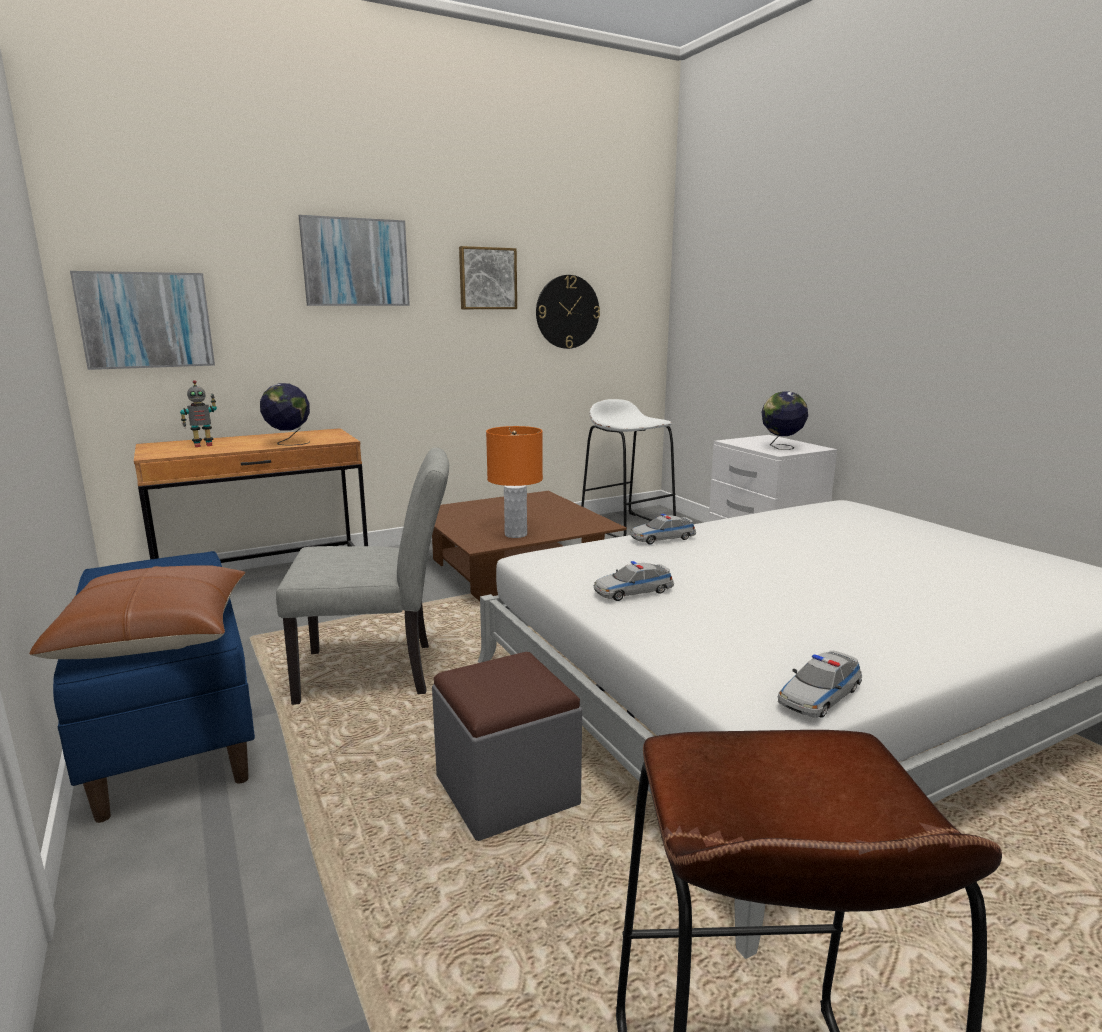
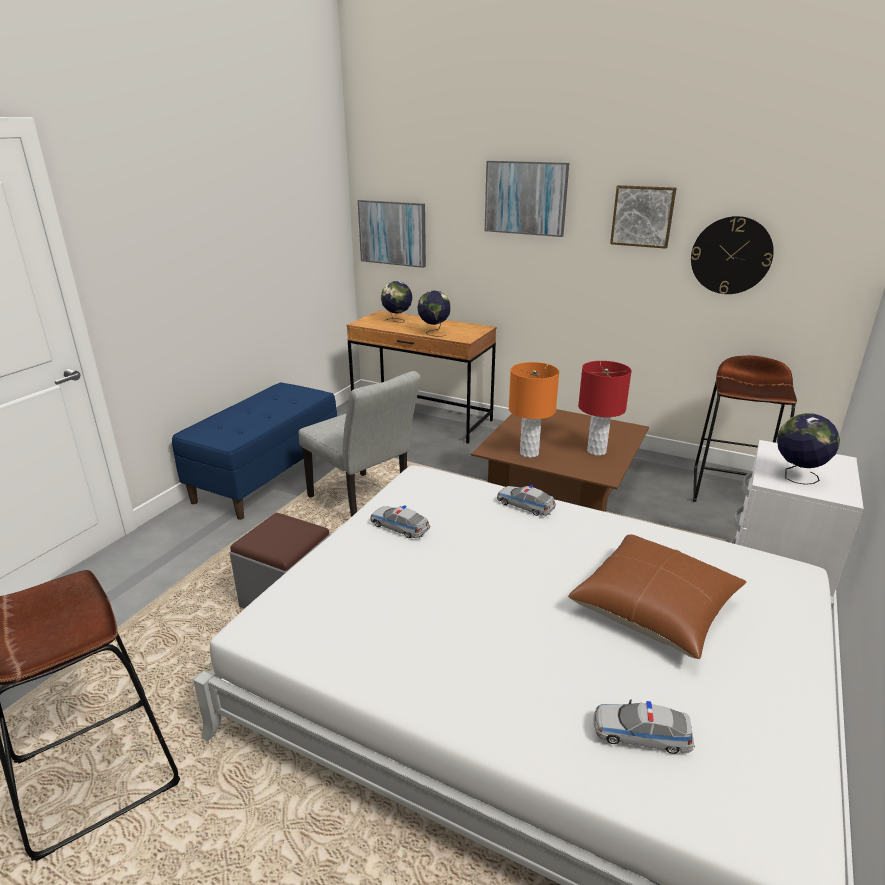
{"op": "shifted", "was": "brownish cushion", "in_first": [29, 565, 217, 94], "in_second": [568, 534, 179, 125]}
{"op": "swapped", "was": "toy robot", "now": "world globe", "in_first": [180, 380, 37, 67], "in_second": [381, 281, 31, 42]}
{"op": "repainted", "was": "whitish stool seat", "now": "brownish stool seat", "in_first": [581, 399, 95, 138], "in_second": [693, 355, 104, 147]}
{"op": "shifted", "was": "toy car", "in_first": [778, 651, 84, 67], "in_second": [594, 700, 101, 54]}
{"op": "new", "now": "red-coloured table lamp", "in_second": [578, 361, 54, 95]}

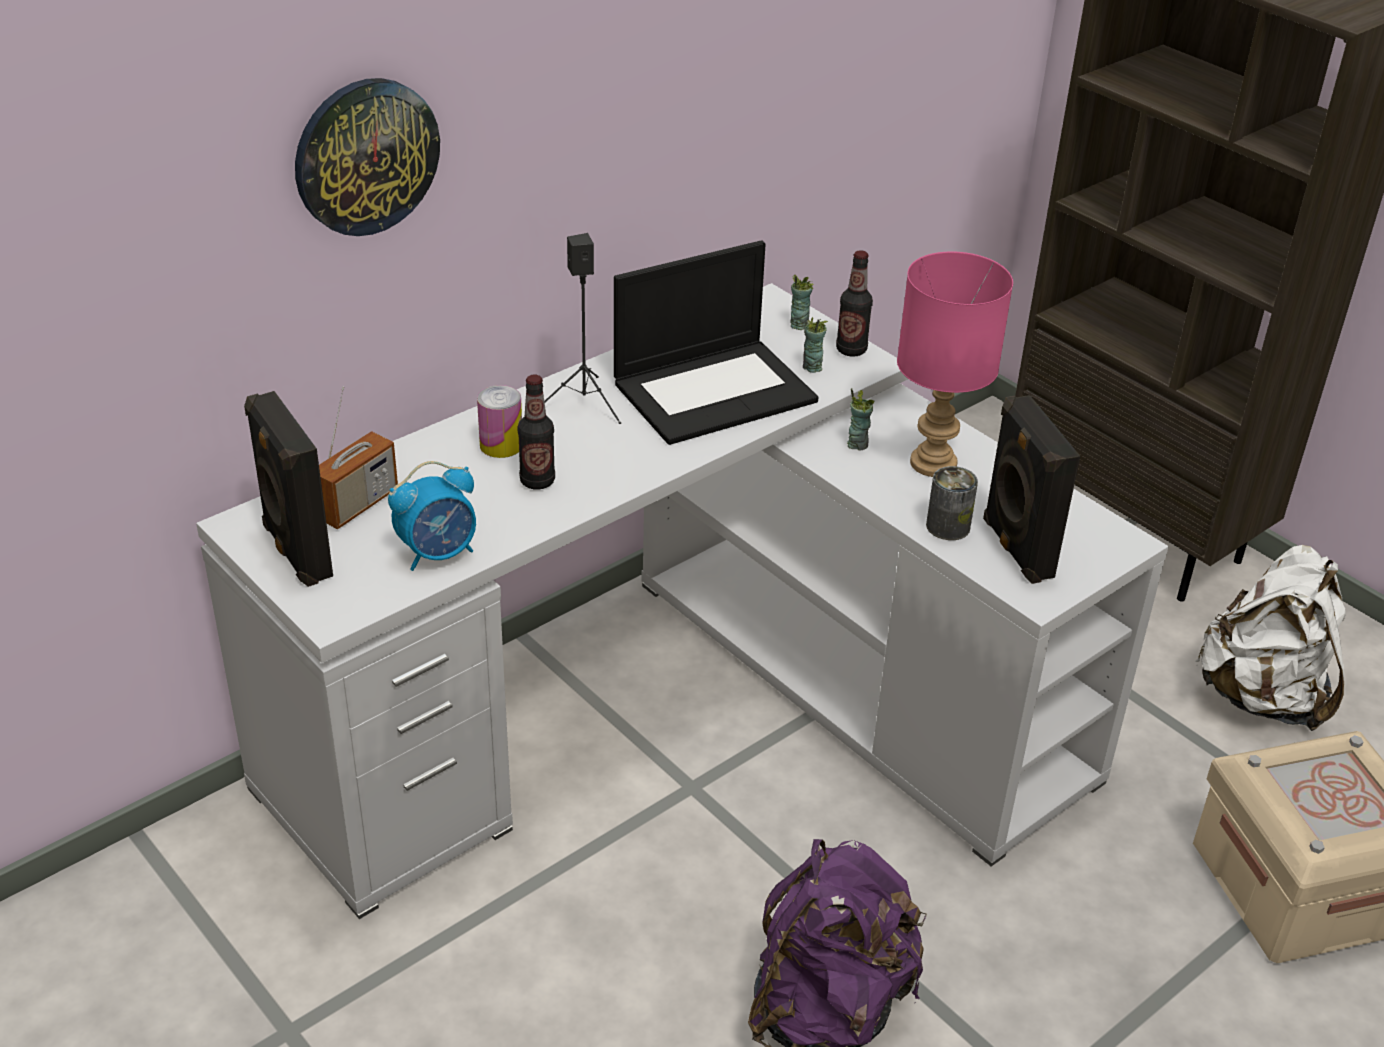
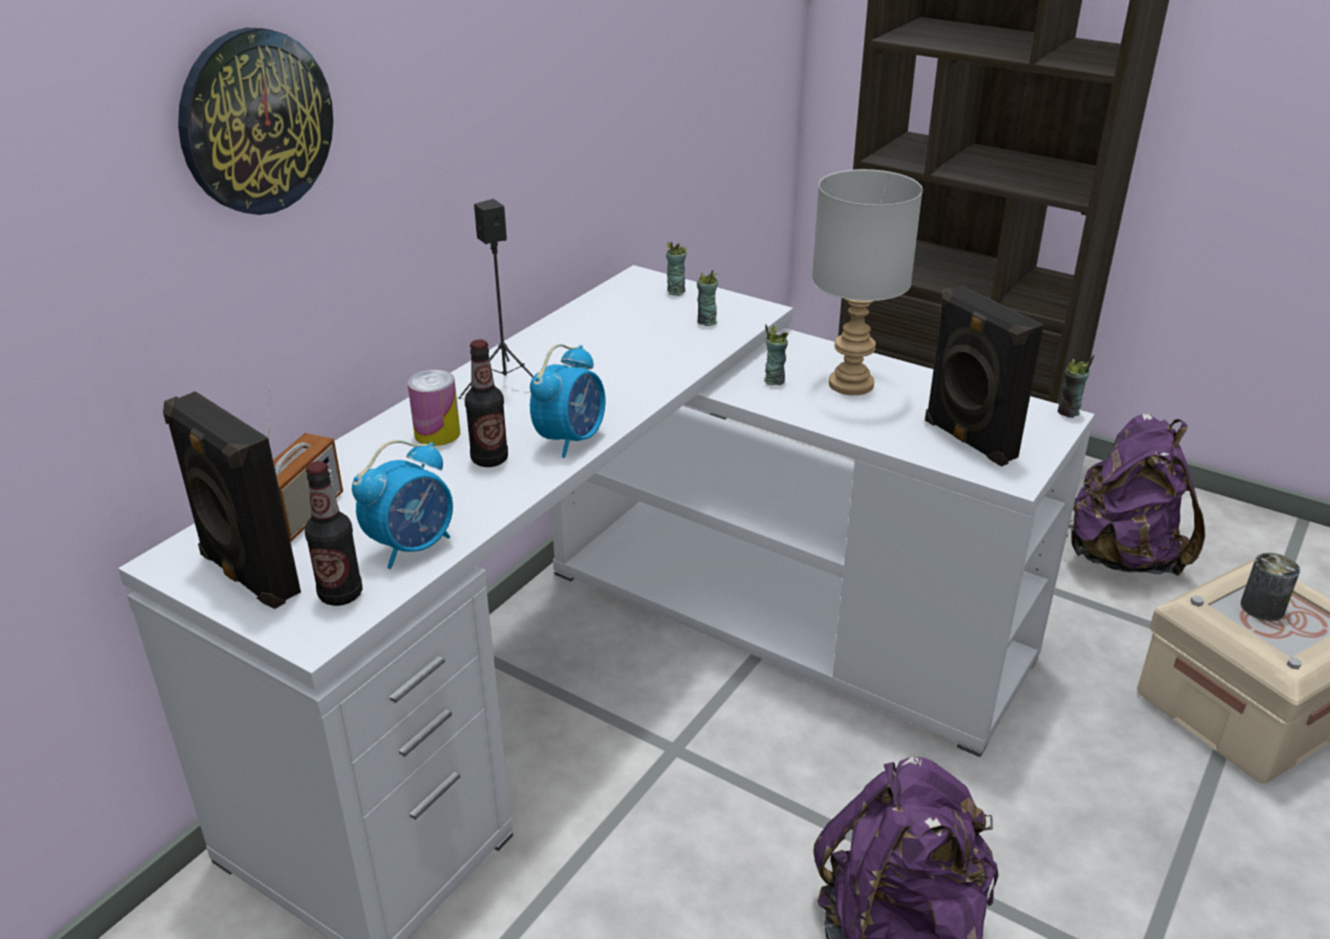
{"op": "gone", "was": "notebook computer", "in_first": [614, 241, 204, 204]}
{"op": "shifted", "was": "beverage bottle", "in_first": [836, 250, 37, 107], "in_second": [305, 461, 58, 145]}
{"op": "repainted", "was": "pink-coloured table lamp", "now": "greyish table lamp", "in_first": [897, 251, 116, 226], "in_second": [812, 169, 111, 226]}
{"op": "shifted", "was": "can", "in_first": [926, 466, 52, 74], "in_second": [1241, 553, 59, 68]}
{"op": "repainted", "was": "whitish knapsack", "now": "purple knapsack", "in_first": [1195, 545, 151, 186], "in_second": [1069, 414, 136, 162]}
{"op": "new", "now": "bedside clock", "in_second": [530, 344, 75, 114]}
{"op": "new", "now": "small cup", "in_second": [1058, 355, 36, 63]}

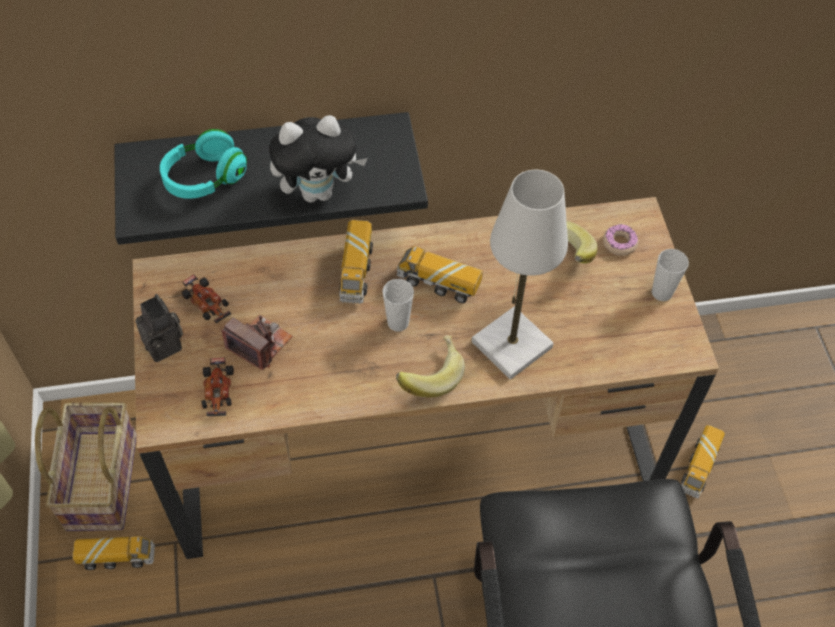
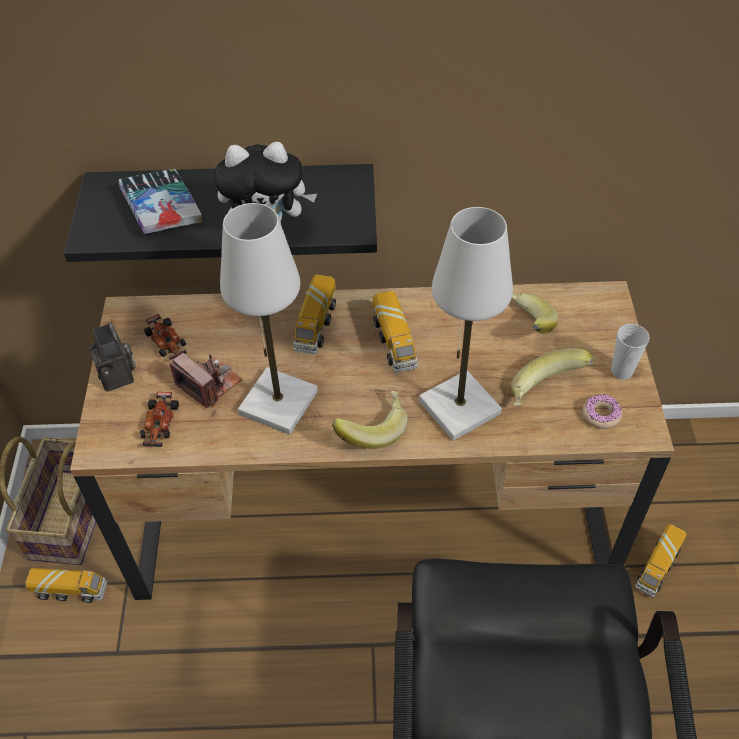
{"op": "swapped", "was": "turquoise headset", "now": "bound book", "in_first": [160, 129, 87, 70], "in_second": [119, 169, 83, 65]}
{"op": "gone", "was": "small cup", "in_first": [382, 279, 32, 53]}
{"op": "rotated", "was": "model truck", "in_first": [397, 246, 86, 57], "in_second": [373, 291, 45, 82], "clockwise": -135}
{"op": "shifted", "was": "donut", "in_first": [603, 224, 36, 32], "in_second": [583, 394, 39, 35]}
{"op": "new", "now": "whitish table lamp", "in_second": [220, 203, 98, 232]}
{"op": "new", "now": "whole banana", "in_second": [511, 348, 83, 59]}

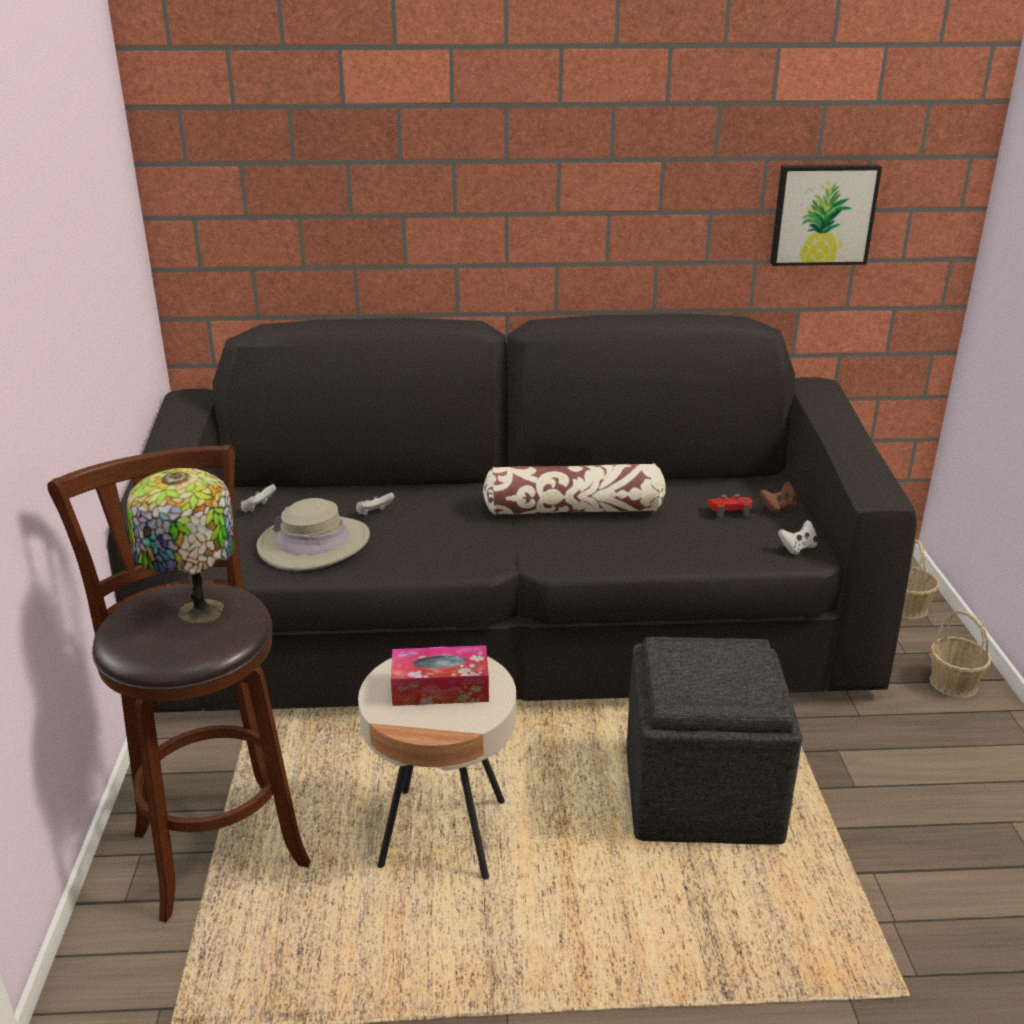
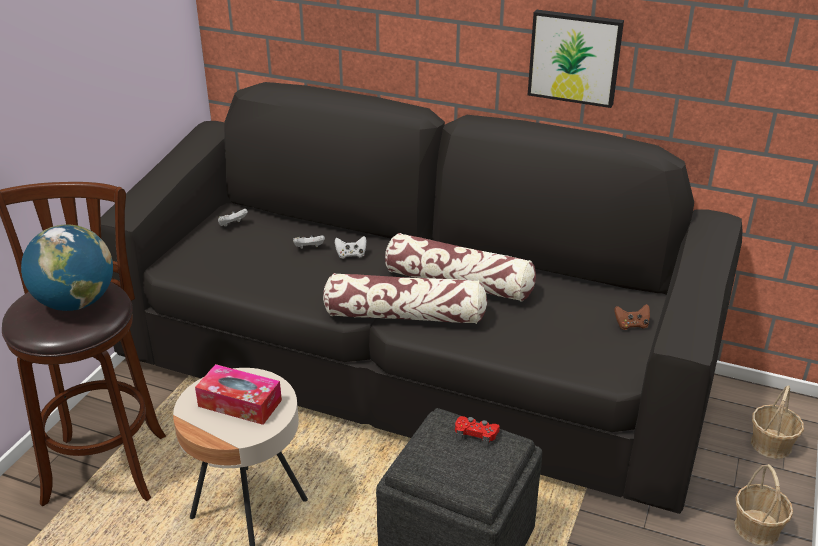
{"op": "swapped", "was": "table lamp", "now": "world globe", "in_first": [127, 468, 107, 155], "in_second": [21, 224, 92, 87]}
{"op": "gone", "was": "beige hat", "in_first": [256, 498, 114, 73]}
{"op": "shifted", "was": "red-coloured game controller", "in_first": [707, 494, 45, 23], "in_second": [455, 416, 45, 31]}
{"op": "shifted", "was": "picture", "in_first": [770, 165, 112, 101], "in_second": [528, 10, 96, 98]}
{"op": "shifted", "was": "whitish game controller", "in_first": [778, 520, 40, 34], "in_second": [335, 236, 31, 23]}
{"op": "new", "now": "cushion", "in_second": [323, 273, 164, 51]}

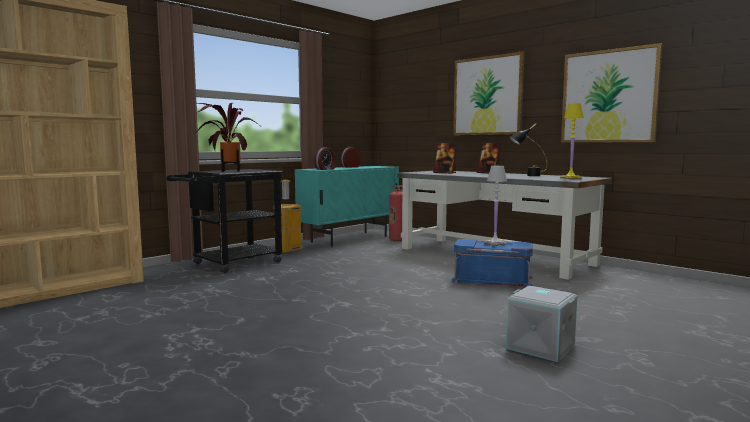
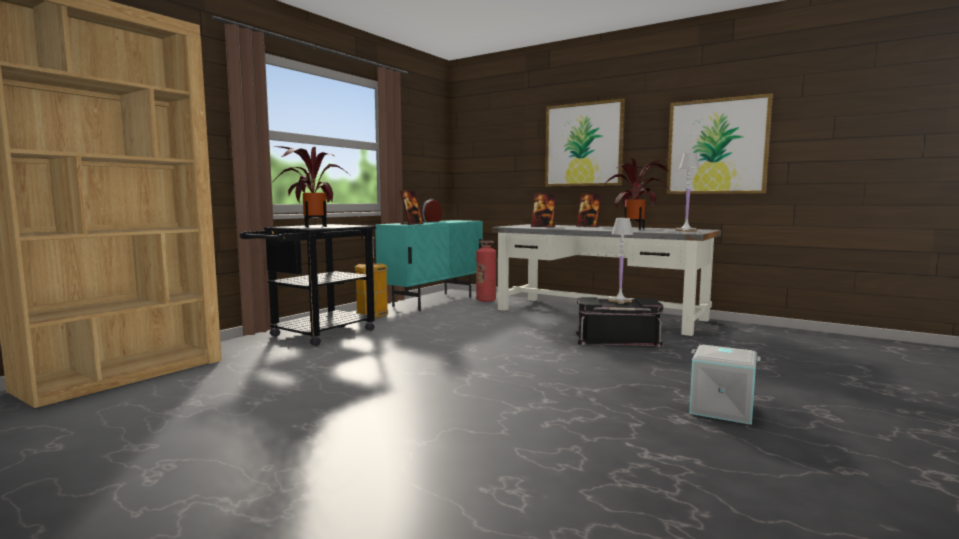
{"op": "swapped", "was": "bedside clock", "now": "standing frame", "in_first": [314, 147, 21, 23], "in_second": [400, 190, 24, 35]}
{"op": "repainted", "was": "blue storage box", "now": "black-coloured storage box", "in_first": [451, 239, 82, 49], "in_second": [574, 297, 90, 50]}
{"op": "swapped", "was": "black-coloured table lamp", "now": "potted plant", "in_first": [509, 123, 38, 53], "in_second": [605, 158, 65, 71]}
{"op": "repainted", "was": "yellow table lamp", "now": "whitish table lamp", "in_first": [560, 103, 24, 76], "in_second": [675, 153, 25, 79]}

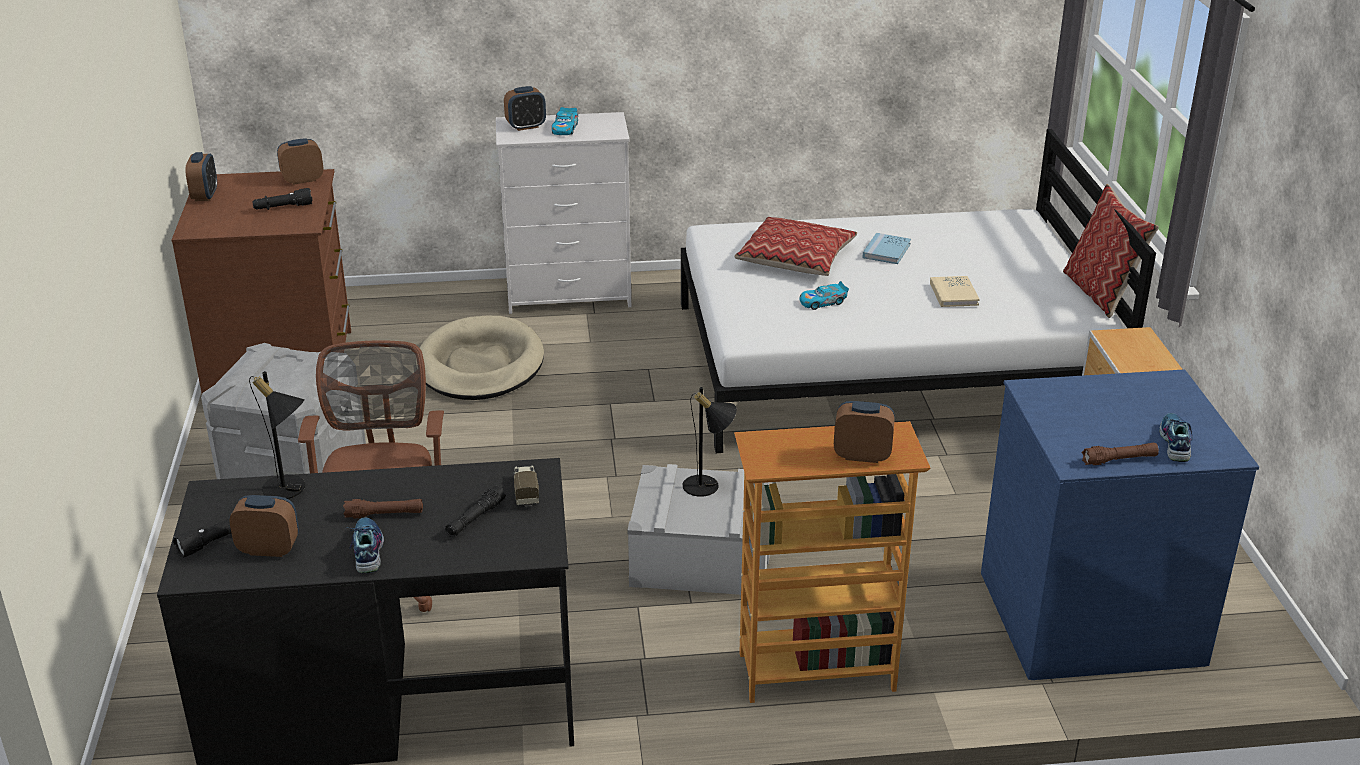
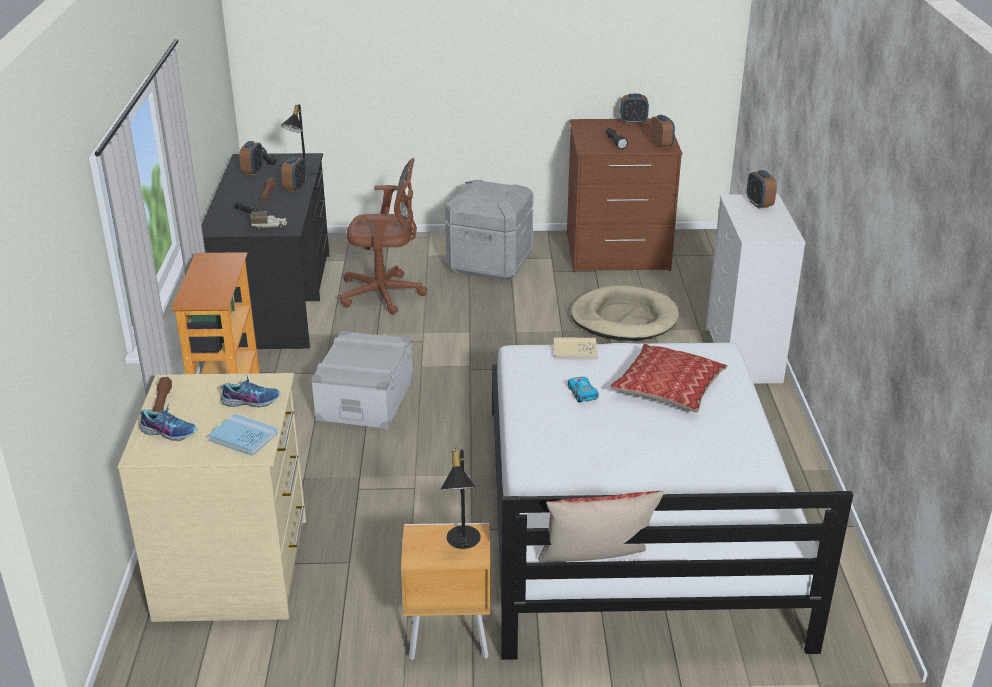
{"op": "shifted", "was": "item of footwear", "in_first": [350, 517, 34, 56], "in_second": [221, 376, 59, 31]}
{"op": "gone", "was": "toy car", "in_first": [552, 107, 26, 28]}
{"op": "shifted", "was": "black-coloured table lamp", "in_first": [683, 387, 54, 110], "in_second": [441, 447, 40, 102]}
{"op": "shifted", "was": "bedside clock", "in_first": [834, 401, 61, 62], "in_second": [281, 156, 26, 36]}
{"op": "shifted", "was": "blue bound book", "in_first": [863, 233, 48, 31], "in_second": [208, 414, 70, 42]}
{"op": "shifted", "was": "beige bound book", "in_first": [930, 276, 50, 31], "in_second": [554, 338, 44, 22]}
{"op": "repainted", "was": "blue dresser", "now": "beige dresser", "in_first": [981, 369, 278, 311], "in_second": [117, 373, 189, 249]}

